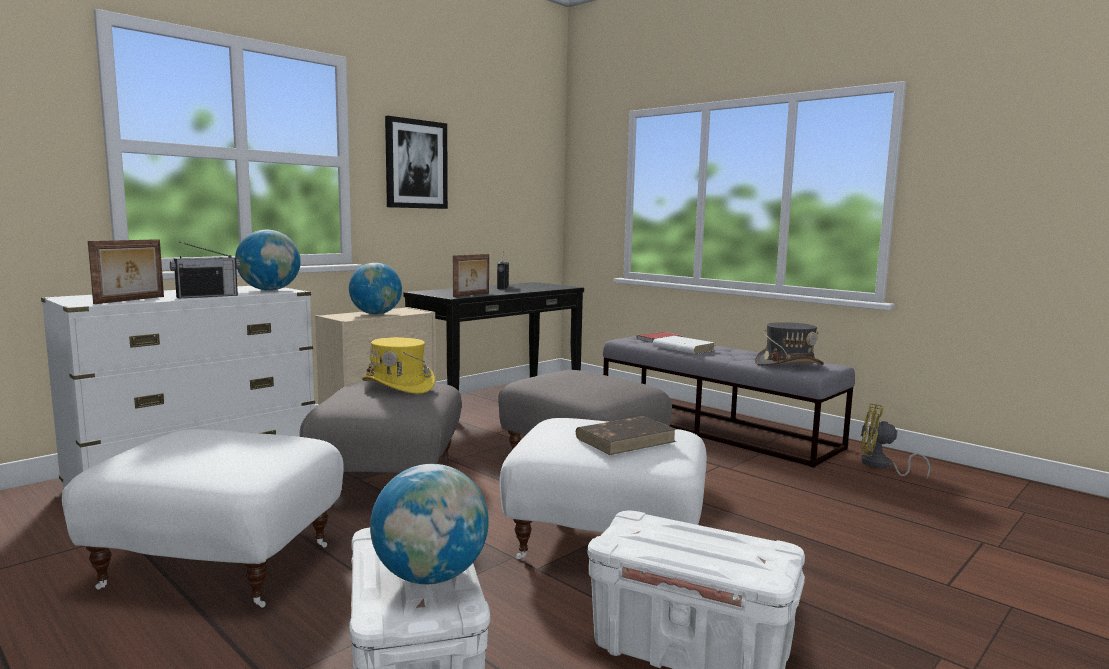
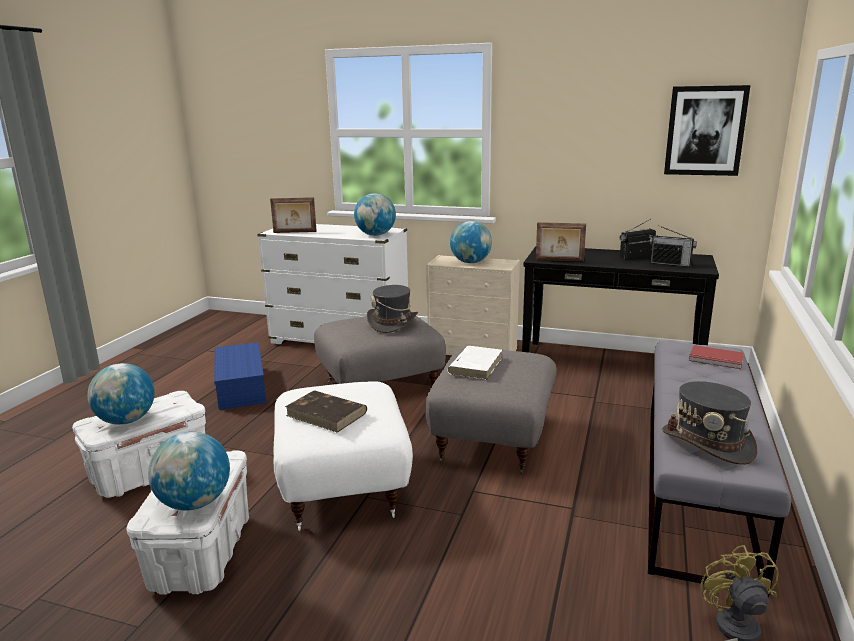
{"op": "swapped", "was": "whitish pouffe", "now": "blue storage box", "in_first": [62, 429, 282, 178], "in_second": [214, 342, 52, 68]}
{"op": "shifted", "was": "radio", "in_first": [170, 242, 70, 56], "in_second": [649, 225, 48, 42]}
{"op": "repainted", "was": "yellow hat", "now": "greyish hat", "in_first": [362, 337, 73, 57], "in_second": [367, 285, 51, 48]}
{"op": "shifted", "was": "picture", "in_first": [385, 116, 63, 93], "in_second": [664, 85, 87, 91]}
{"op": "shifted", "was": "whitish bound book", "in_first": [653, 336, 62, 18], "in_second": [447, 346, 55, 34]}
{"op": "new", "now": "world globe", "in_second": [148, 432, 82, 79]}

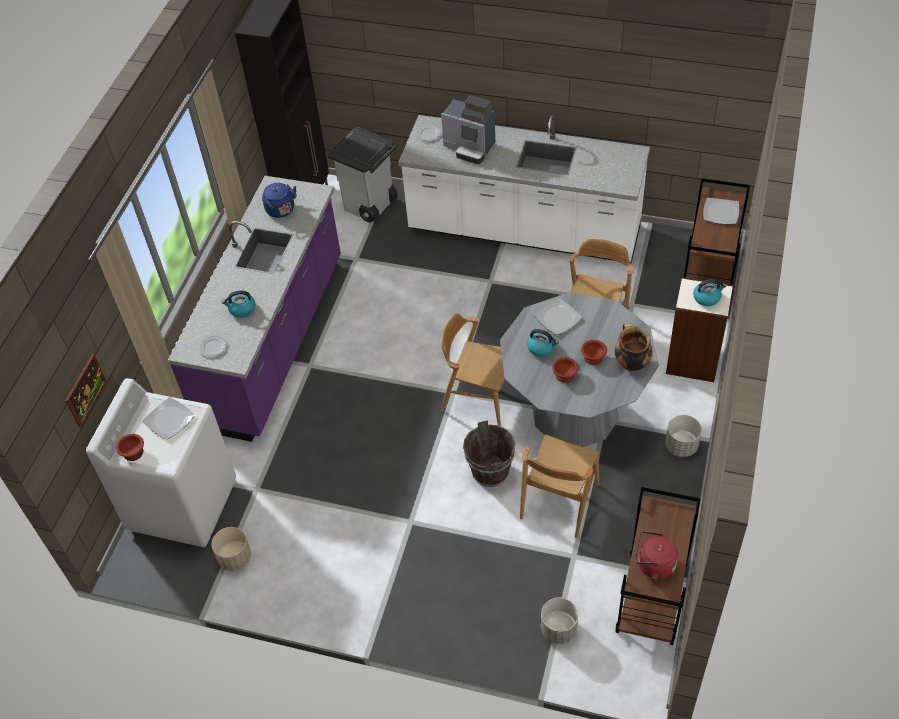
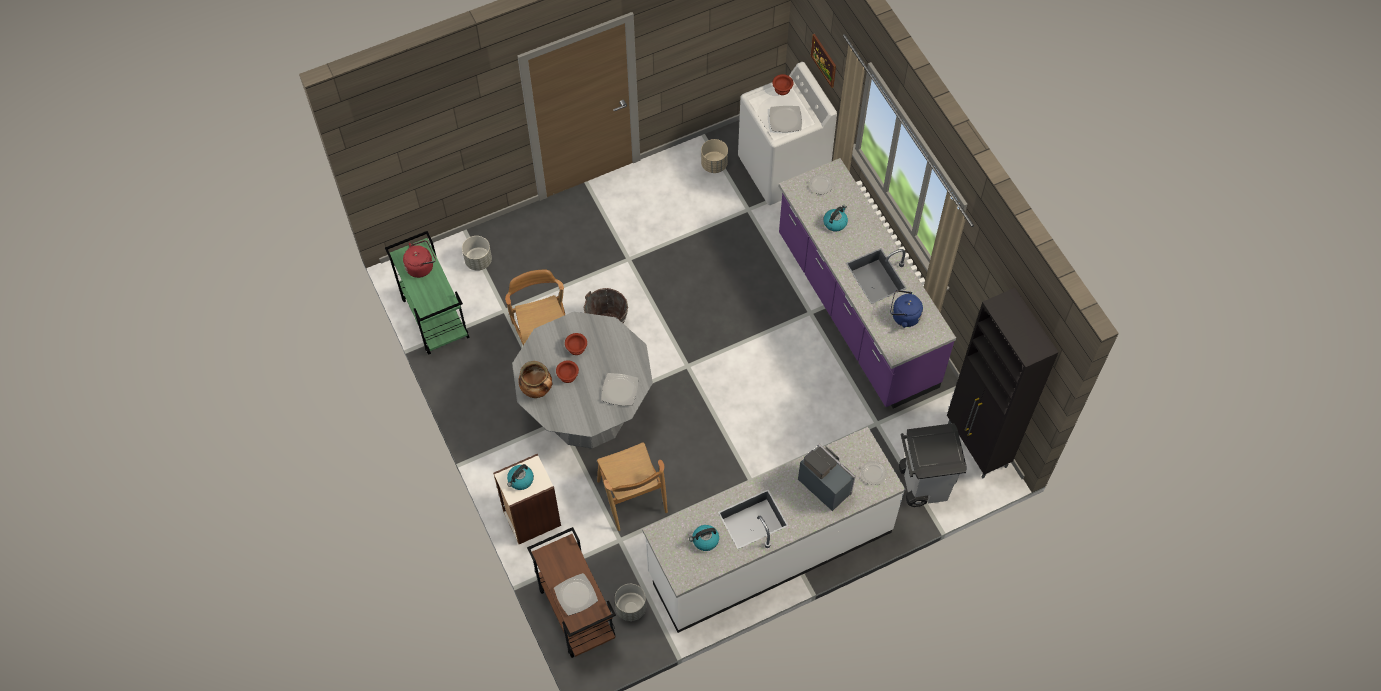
{"op": "rotated", "was": "coffee machine", "in_first": [441, 95, 54, 69], "in_second": [798, 444, 58, 67], "clockwise": 60}
{"op": "gone", "was": "brownish chair", "in_first": [441, 313, 64, 113]}
{"op": "shifted", "was": "kettle", "in_first": [527, 329, 32, 28], "in_second": [689, 525, 30, 26]}
{"op": "repainted", "was": "brownish wheeled cart", "now": "green-coloured wheeled cart", "in_first": [615, 487, 85, 158], "in_second": [385, 231, 85, 124]}
{"op": "shifted", "was": "greyish flower pot", "in_first": [665, 415, 37, 42], "in_second": [615, 584, 31, 37]}

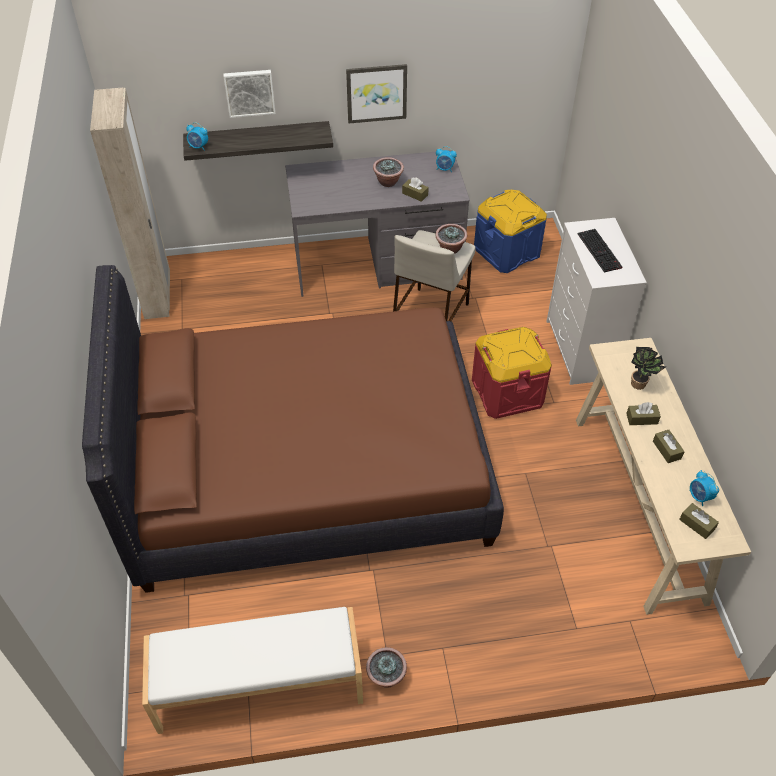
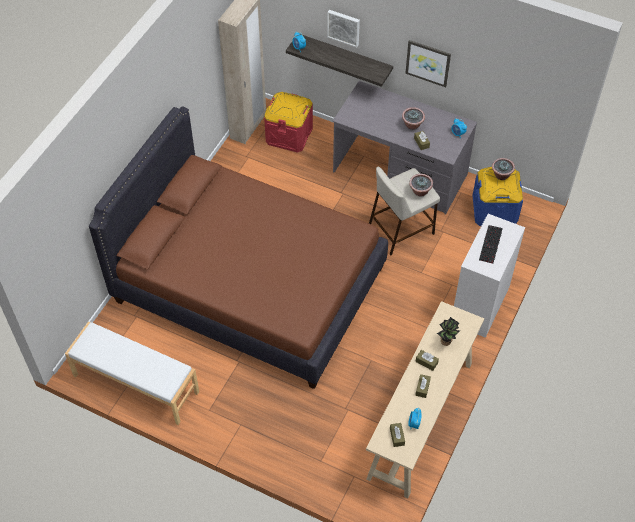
{"op": "shifted", "was": "potted plant", "in_first": [366, 647, 41, 41], "in_second": [492, 158, 23, 22]}
{"op": "shifted", "was": "red-coloured storage box", "in_first": [472, 327, 80, 92], "in_second": [264, 92, 49, 61]}

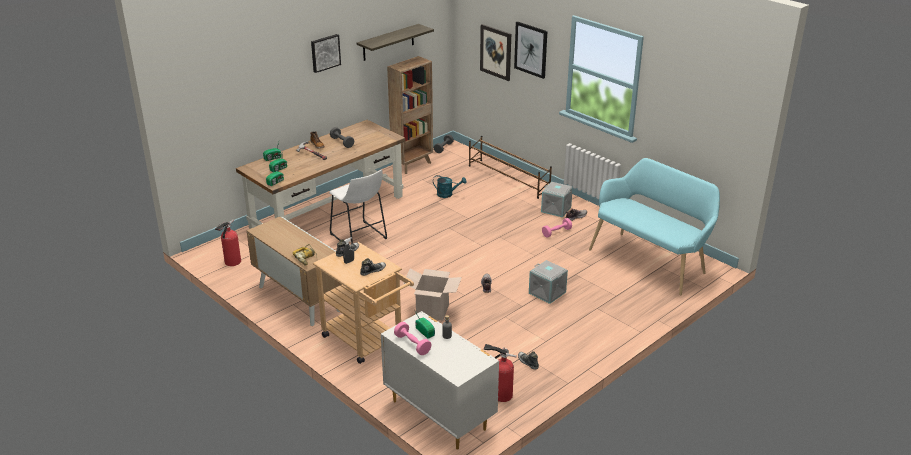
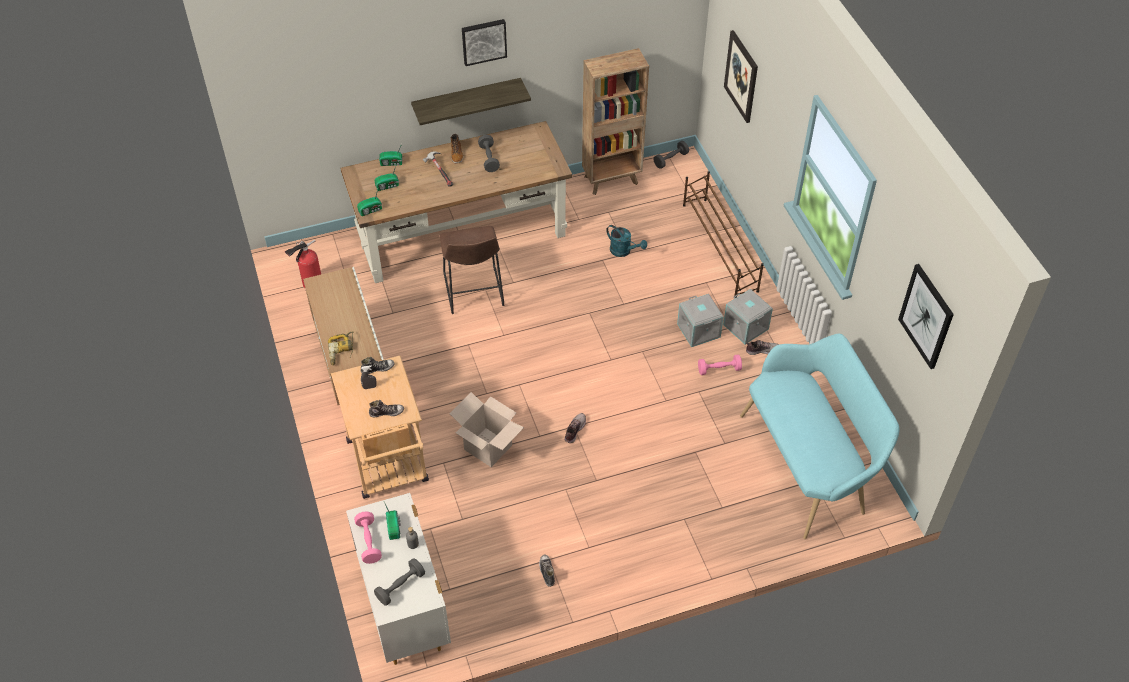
{"op": "repainted", "was": "whitish stool seat", "now": "brownish stool seat", "in_first": [329, 170, 58, 74], "in_second": [439, 226, 66, 88]}
{"op": "shifted", "was": "shelf", "in_first": [357, 24, 77, 37], "in_second": [411, 78, 120, 47]}
{"op": "gone", "was": "fire extinguisher", "in_first": [484, 344, 33, 58]}
{"op": "shifted", "was": "picture", "in_first": [514, 22, 33, 57], "in_second": [898, 264, 56, 105]}
{"op": "shifted", "was": "greyish storage box", "in_first": [529, 260, 39, 44], "in_second": [677, 294, 47, 53]}
{"op": "new", "now": "greyish free weight", "in_second": [374, 558, 51, 47]}

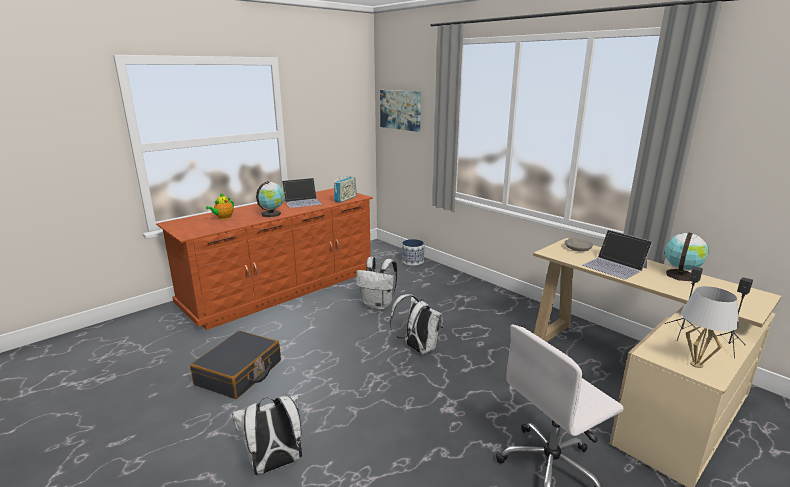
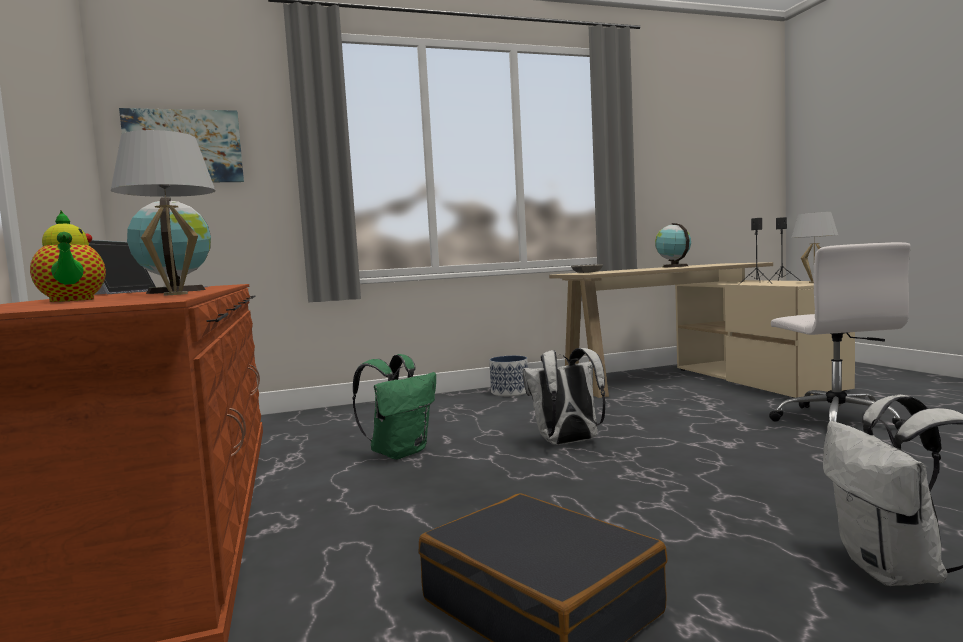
{"op": "gone", "was": "radio", "in_first": [334, 176, 23, 27]}
{"op": "repainted", "was": "whitish knapsack", "now": "green-coloured knapsack", "in_first": [356, 257, 42, 53], "in_second": [352, 354, 84, 106]}
{"op": "shifted", "was": "flower pot", "in_first": [402, 239, 22, 27], "in_second": [489, 356, 39, 40]}
{"op": "gone", "was": "notebook computer", "in_first": [582, 230, 71, 50]}
{"op": "new", "now": "whitish table lamp", "in_second": [111, 130, 105, 166]}

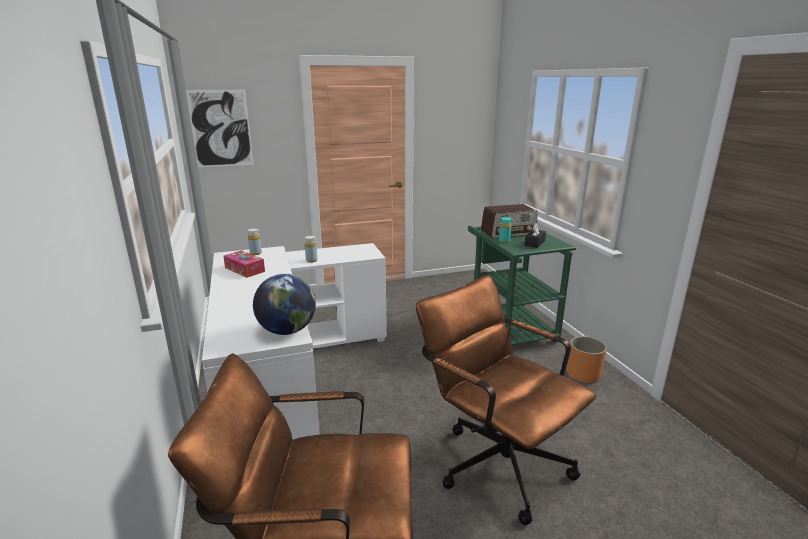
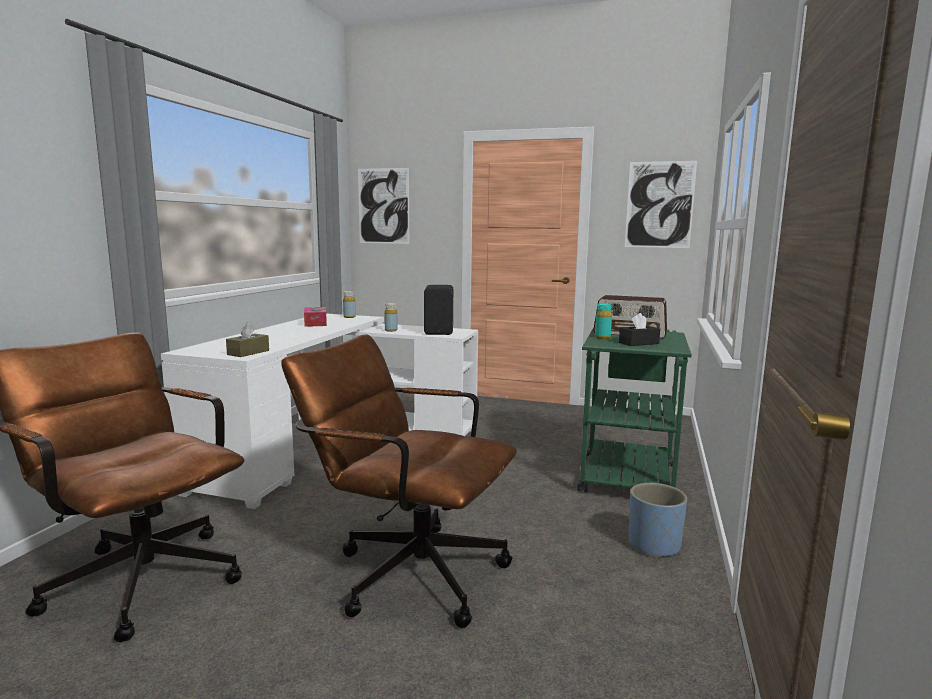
{"op": "swapped", "was": "world globe", "now": "brownish tissue box", "in_first": [253, 274, 63, 61], "in_second": [226, 322, 43, 35]}
{"op": "rotated", "was": "brownish computer chair", "in_first": [416, 275, 180, 250], "in_second": [281, 334, 236, 294], "clockwise": -60}
{"op": "repainted", "was": "orangey flower pot", "now": "blue flower pot", "in_first": [567, 336, 40, 48], "in_second": [629, 483, 58, 75]}
{"op": "new", "now": "black-coloured loudspeaker", "in_second": [424, 285, 29, 50]}
{"op": "new", "now": "picture", "in_second": [625, 161, 72, 87]}

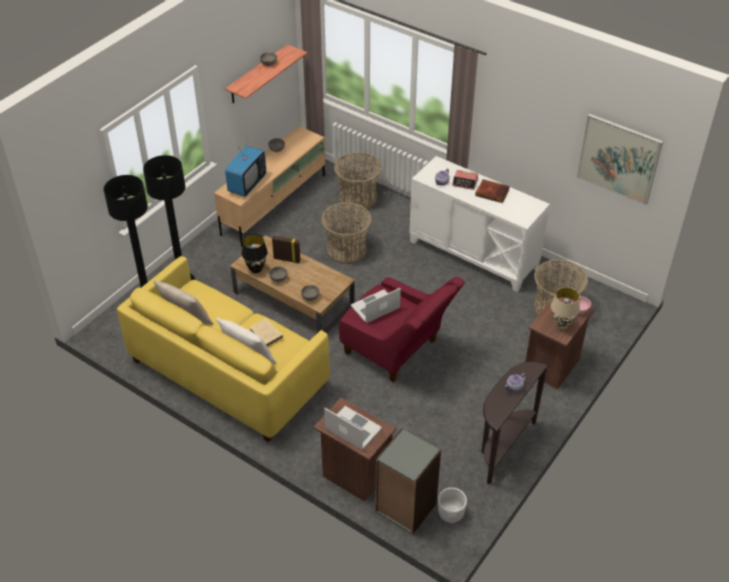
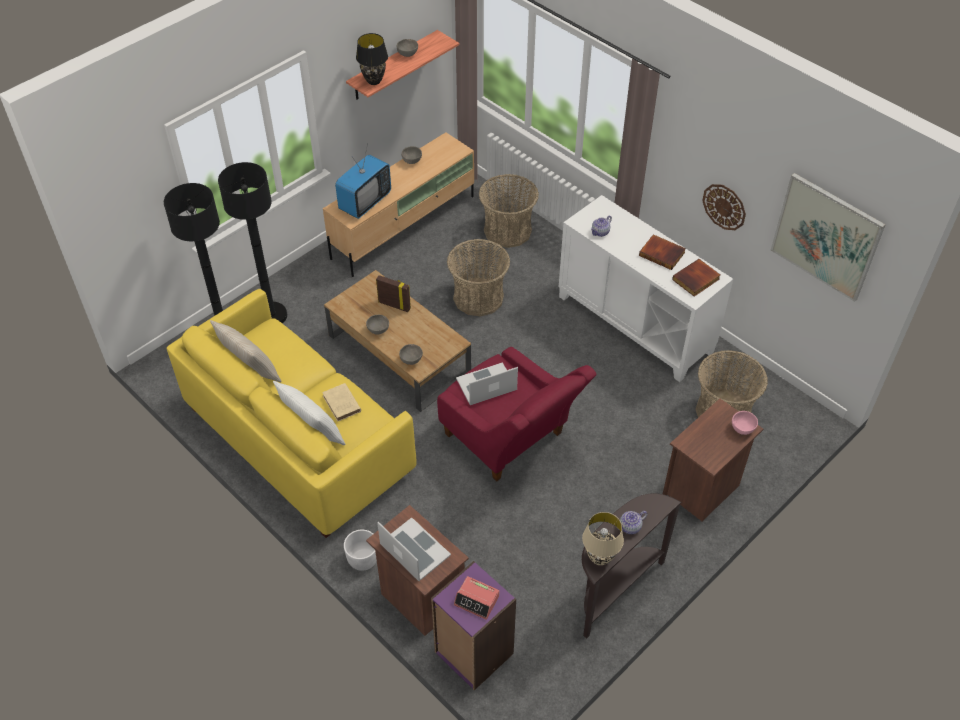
{"op": "shifted", "was": "black-coloured table lamp", "in_first": [241, 234, 27, 39], "in_second": [356, 33, 32, 52]}
{"op": "repainted", "was": "greyish shelving unit", "now": "purple shelving unit", "in_first": [375, 429, 66, 106], "in_second": [431, 561, 85, 129]}
{"op": "shifted", "was": "whitish flower pot", "in_first": [438, 488, 29, 35], "in_second": [344, 530, 33, 41]}
{"op": "shifted", "was": "bedside clock", "in_first": [452, 170, 26, 20], "in_second": [454, 576, 45, 44]}
{"op": "shifted", "was": "beige table lamp", "in_first": [551, 287, 29, 42], "in_second": [582, 512, 42, 53]}
{"op": "new", "now": "bound book", "in_second": [672, 259, 48, 37]}
{"op": "new", "now": "clock on the wall", "in_second": [702, 184, 44, 46]}

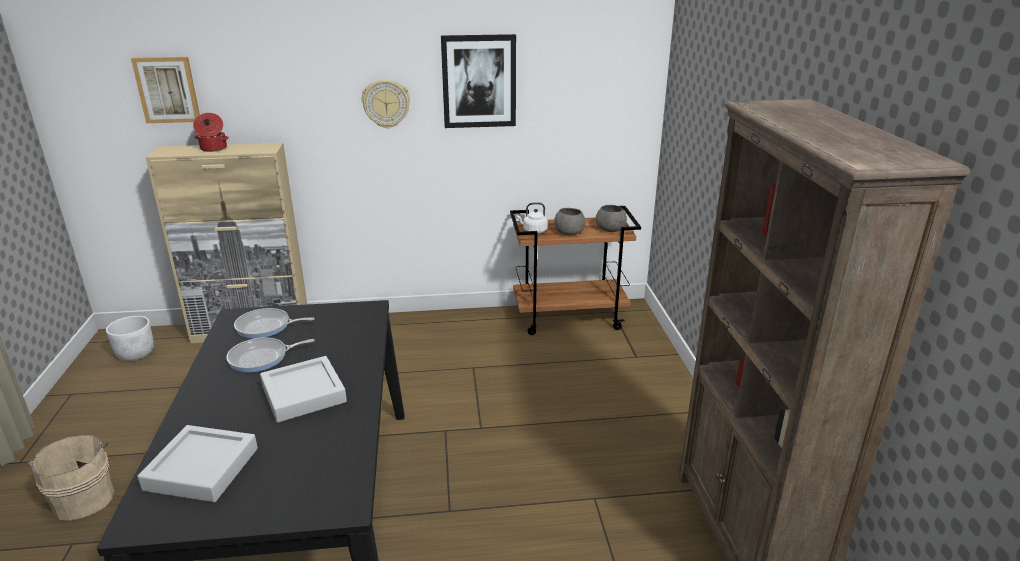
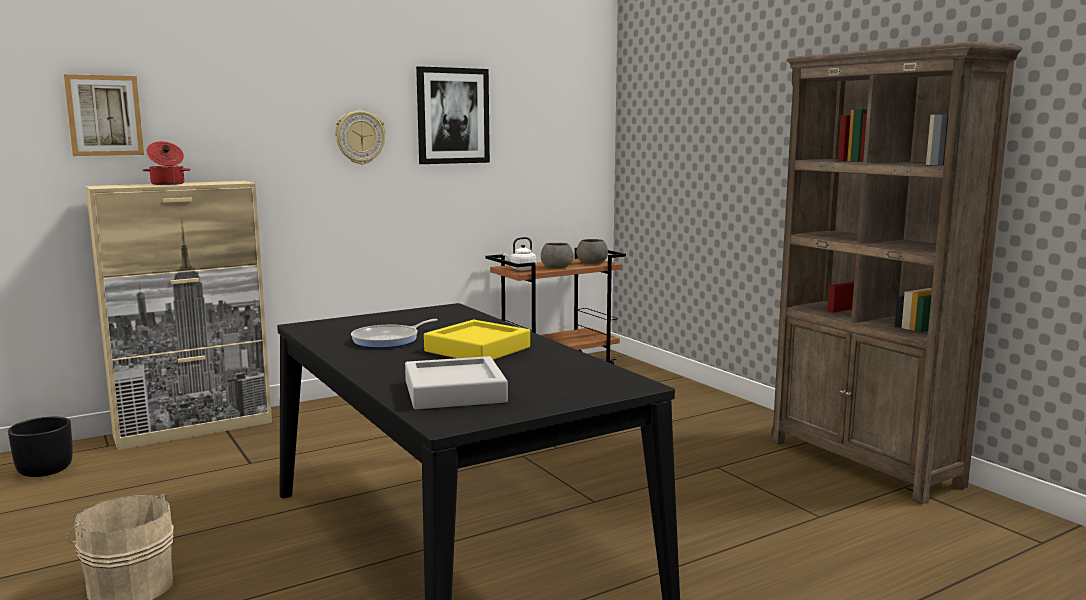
{"op": "repainted", "was": "whitish flower pot", "now": "black-coloured flower pot", "in_first": [106, 316, 48, 45], "in_second": [8, 417, 65, 60]}
{"op": "gone", "was": "pan", "in_first": [234, 308, 81, 31]}
{"op": "repainted", "was": "greyish serving tray", "now": "yellow serving tray", "in_first": [260, 356, 87, 67], "in_second": [424, 320, 106, 40]}

